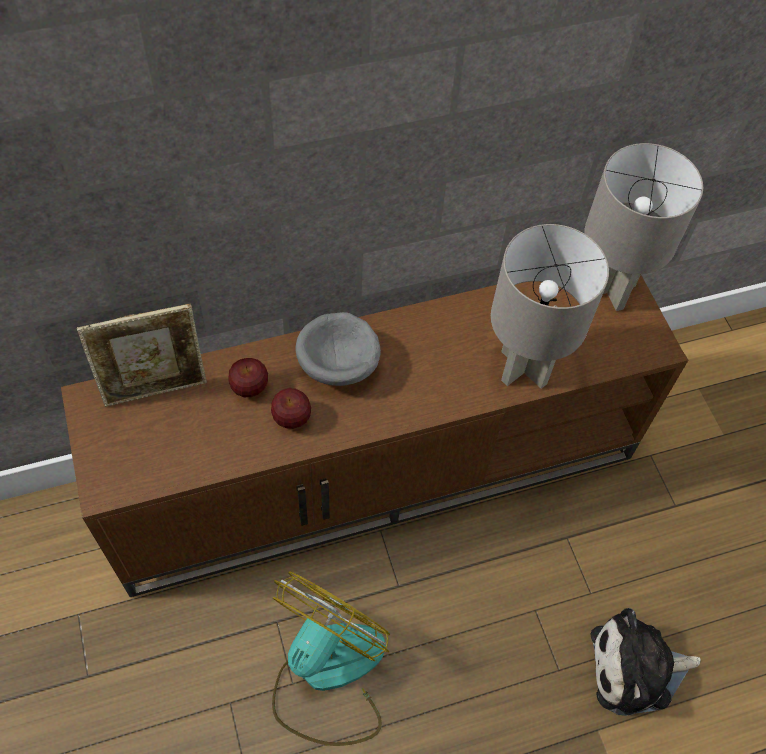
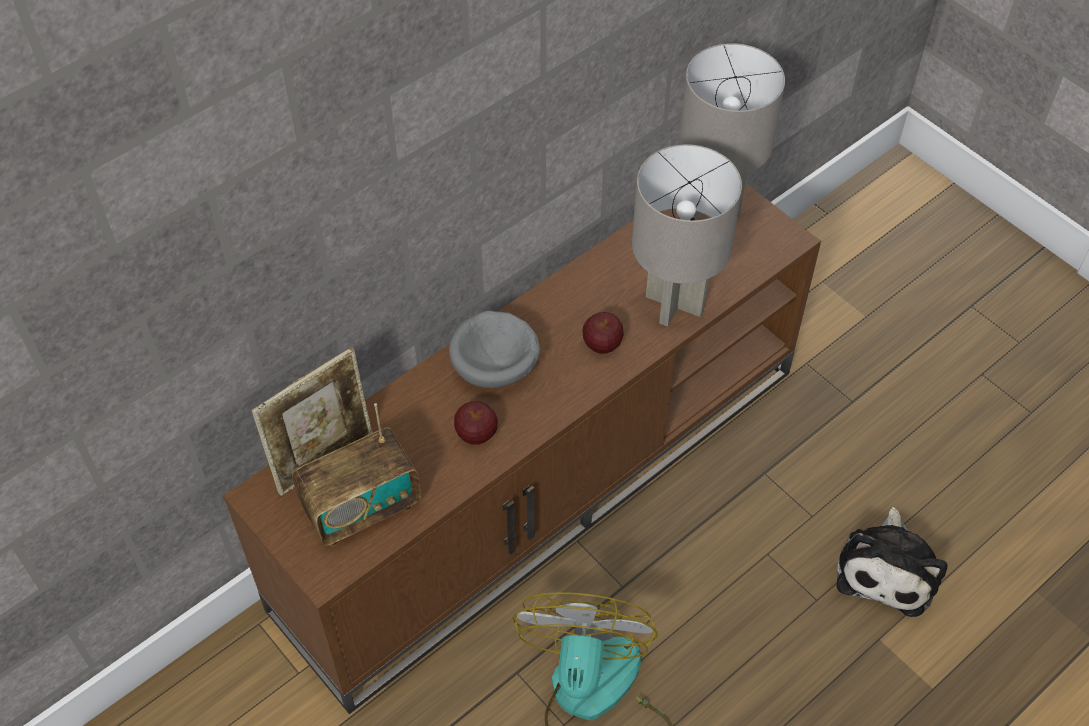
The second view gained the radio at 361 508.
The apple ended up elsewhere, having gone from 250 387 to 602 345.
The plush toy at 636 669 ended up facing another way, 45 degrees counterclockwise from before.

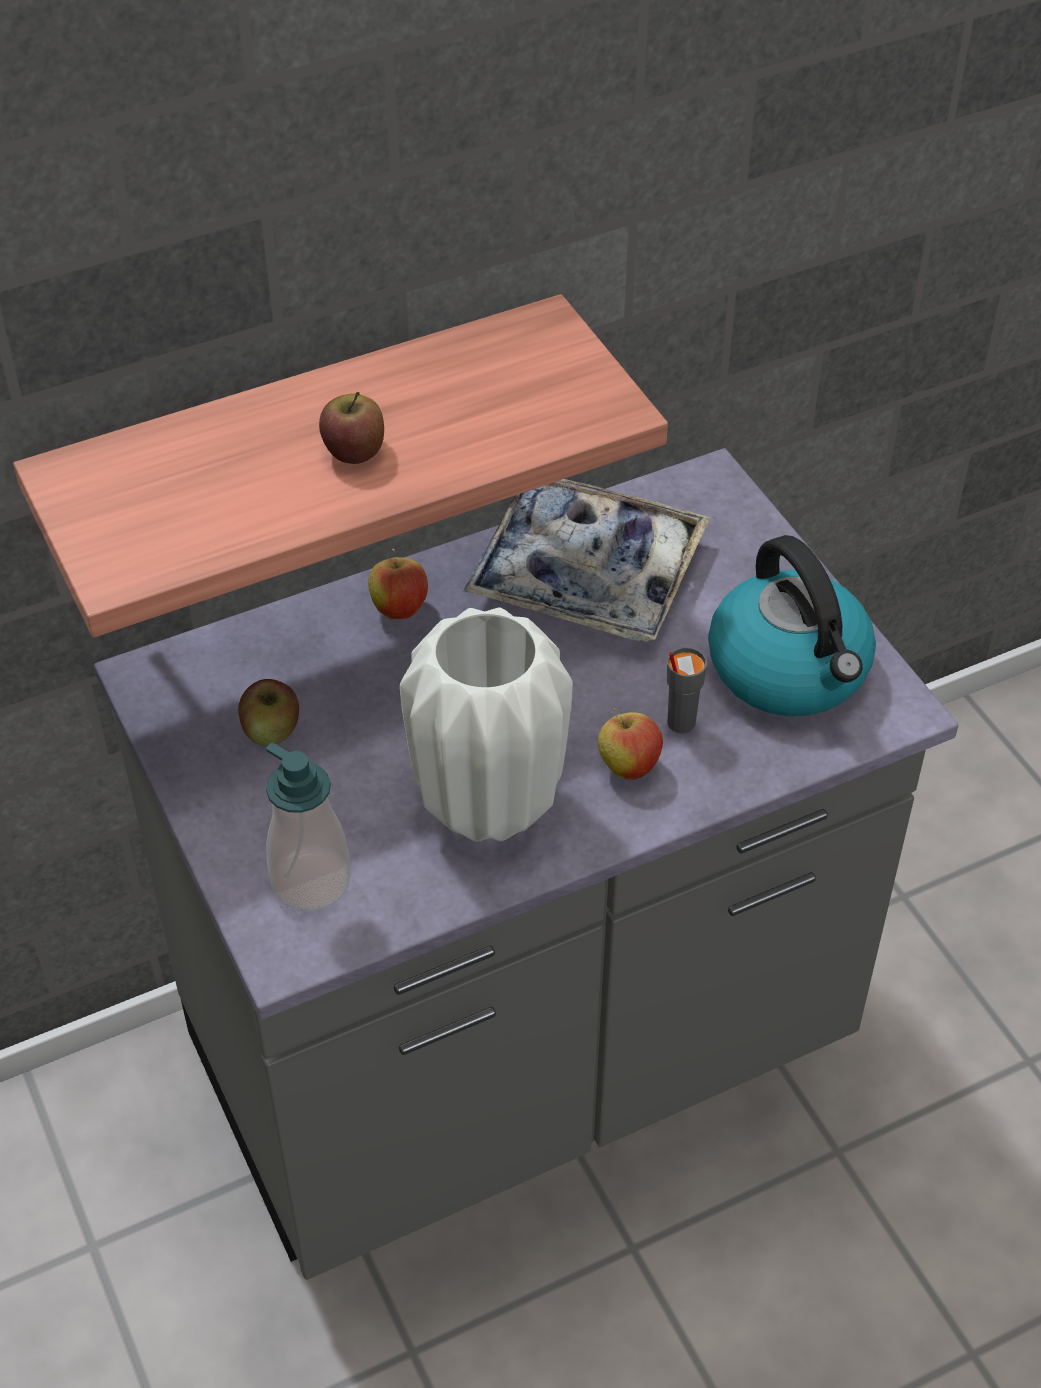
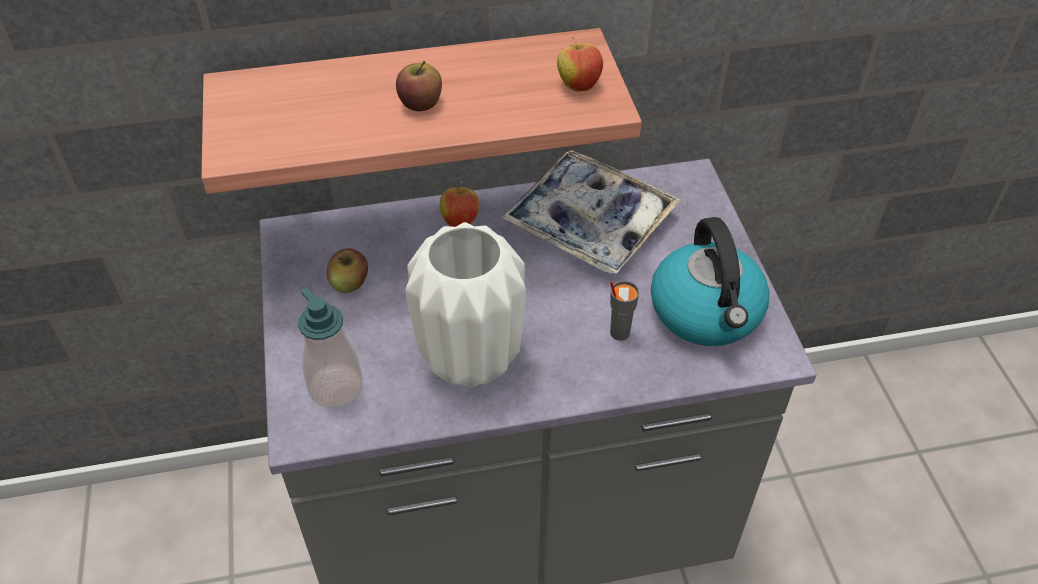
The apple ended up elsewhere, having gone from 628 766 to 578 85.

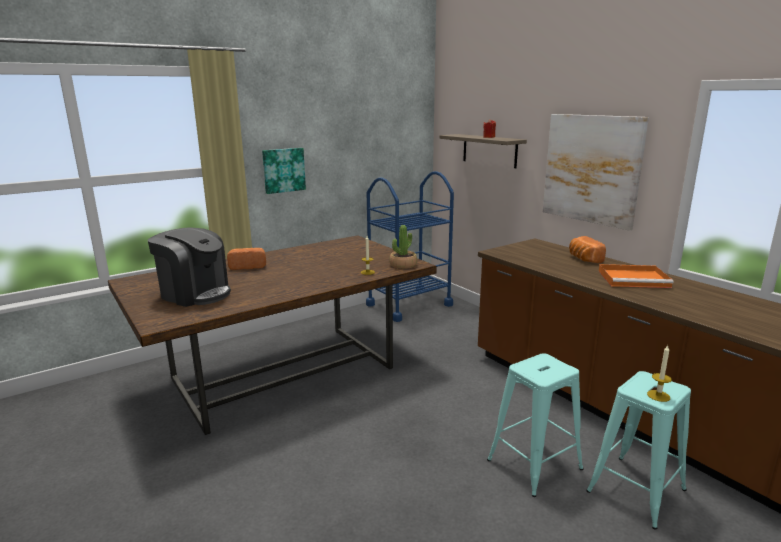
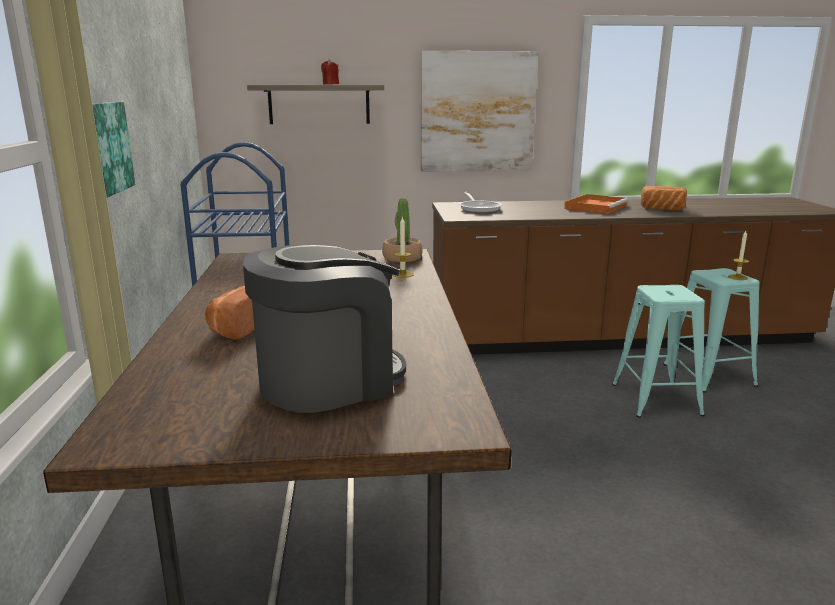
The second view gained the frying pan at 479 208.
The bread ended up elsewhere, having gone from 583 259 to 662 210.

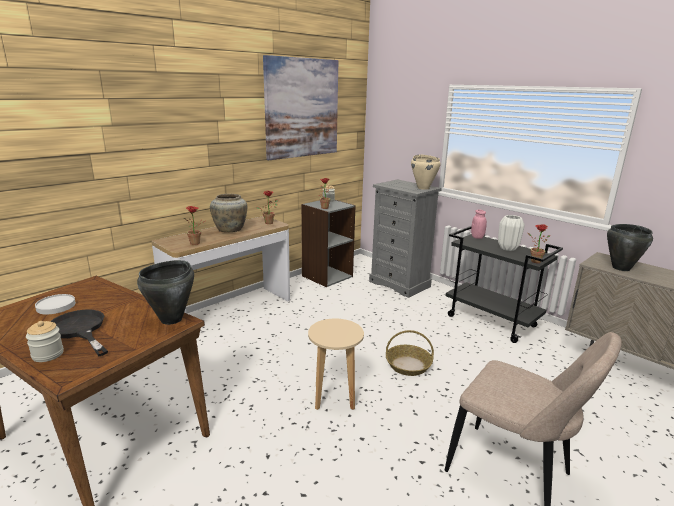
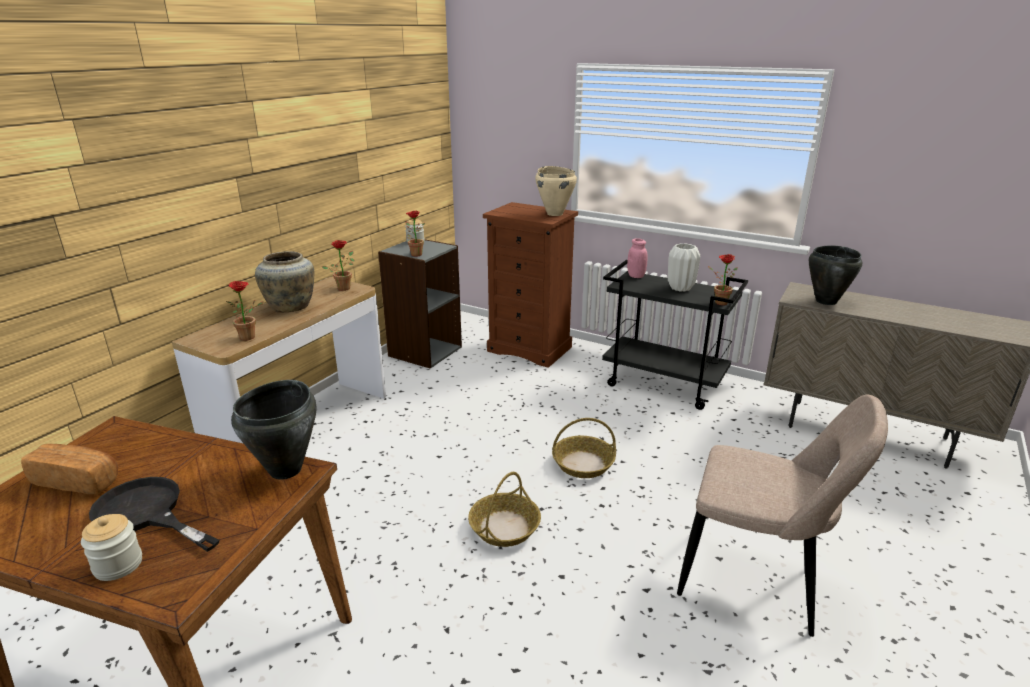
The second view lost the picture at 302 108.
Where the white plate stood at 56 306, the bread came to stand at 78 481.
Where the beige stool stood at 334 397, the basket came to stand at 504 528.
What was the grey dresser at 400 284 turned into the brown dresser at 530 349.

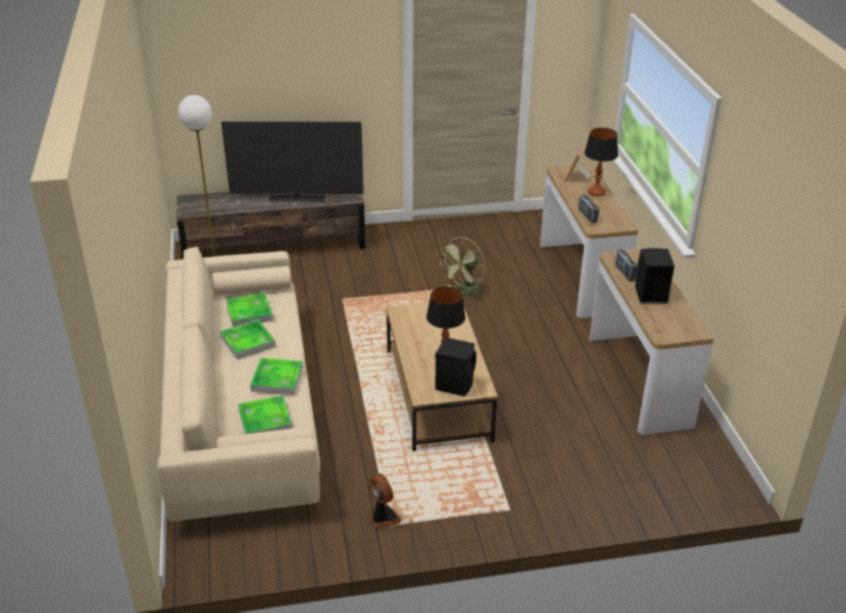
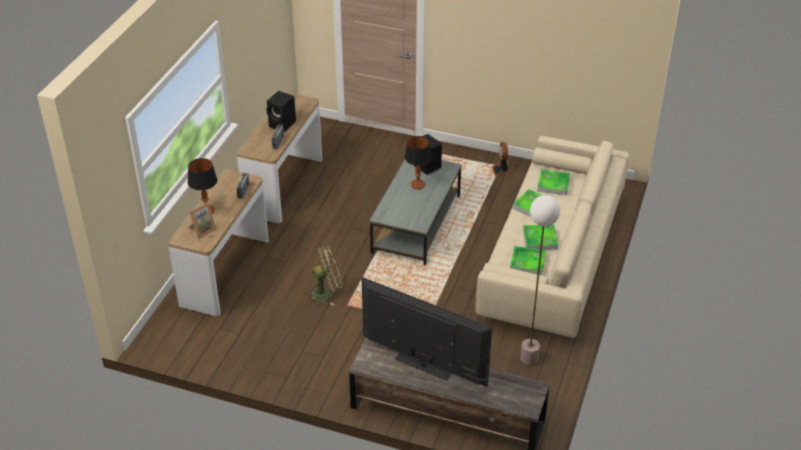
What was the brown coffee table at 437 394 turned into the grey coffee table at 416 224.

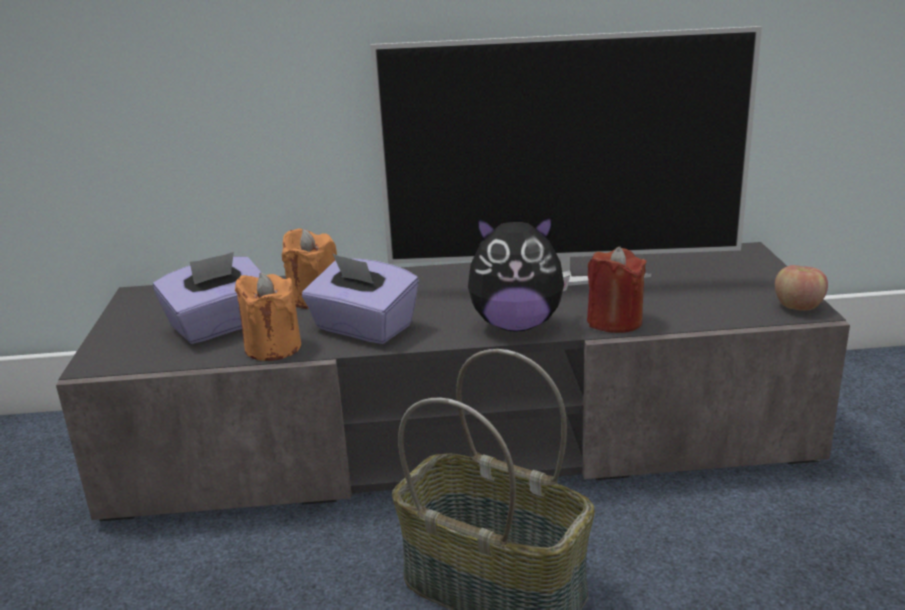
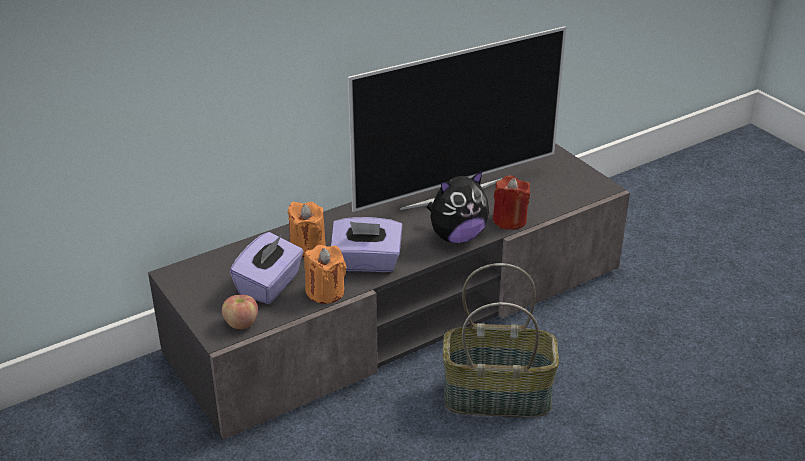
The apple ended up elsewhere, having gone from 798 307 to 241 323.

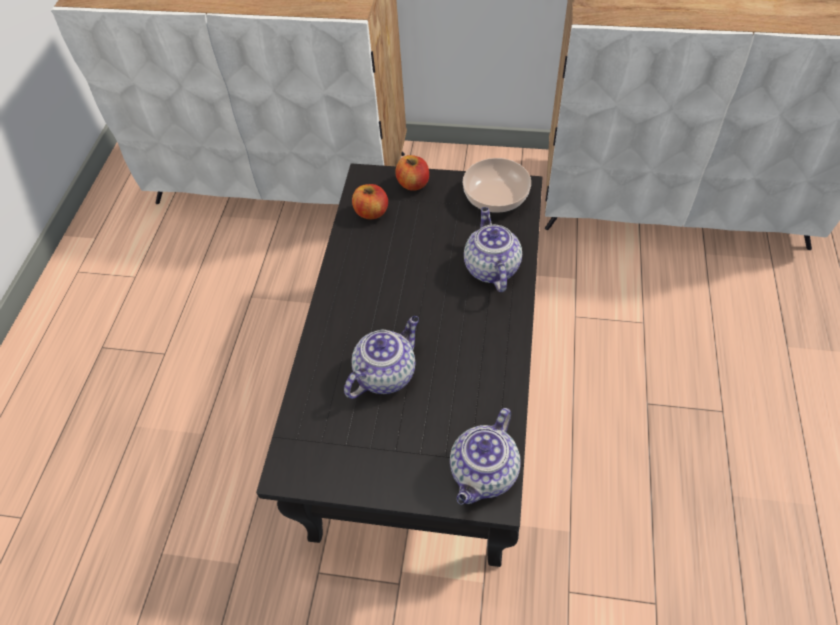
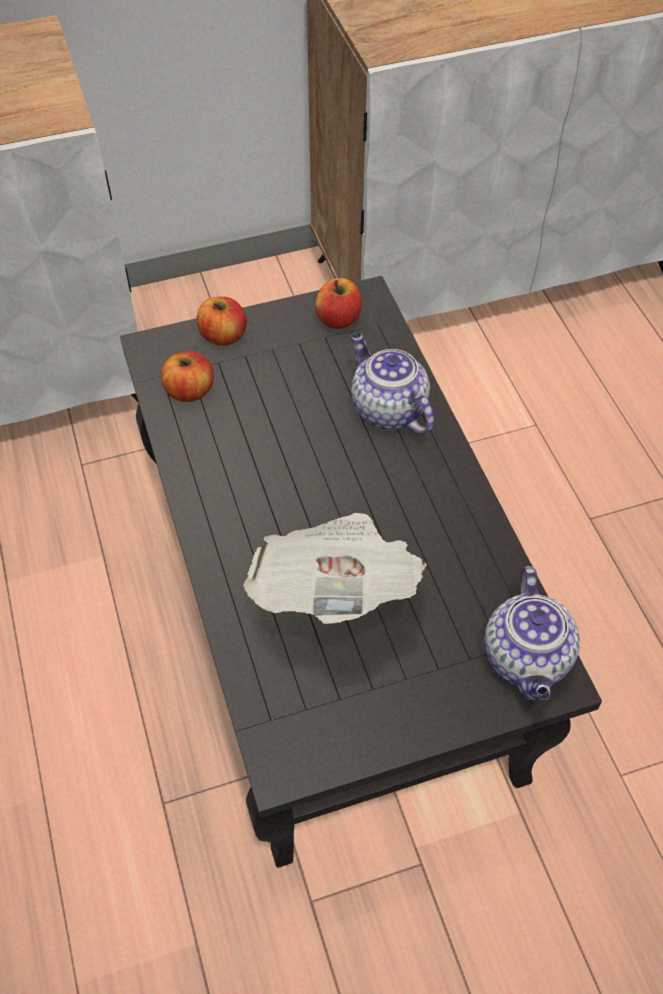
Where the teapot stood at 386 373, the newspaper came to stand at 335 588.
Where the bowl stood at 494 196, the apple came to stand at 338 319.

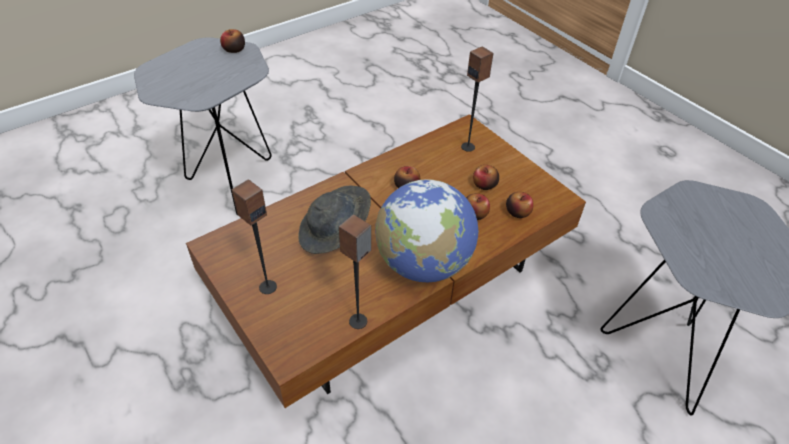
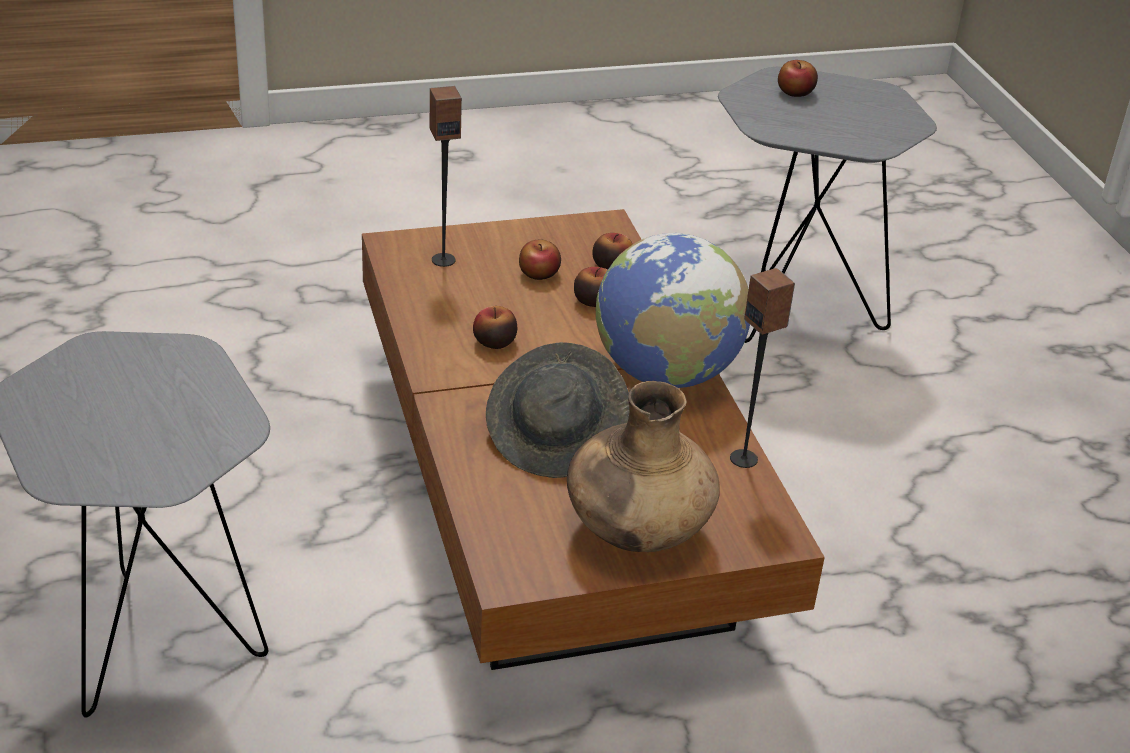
The apple ended up elsewhere, having gone from 234 49 to 795 92.
Where the speaker stood at 267 287, the brown vase came to stand at 636 531.

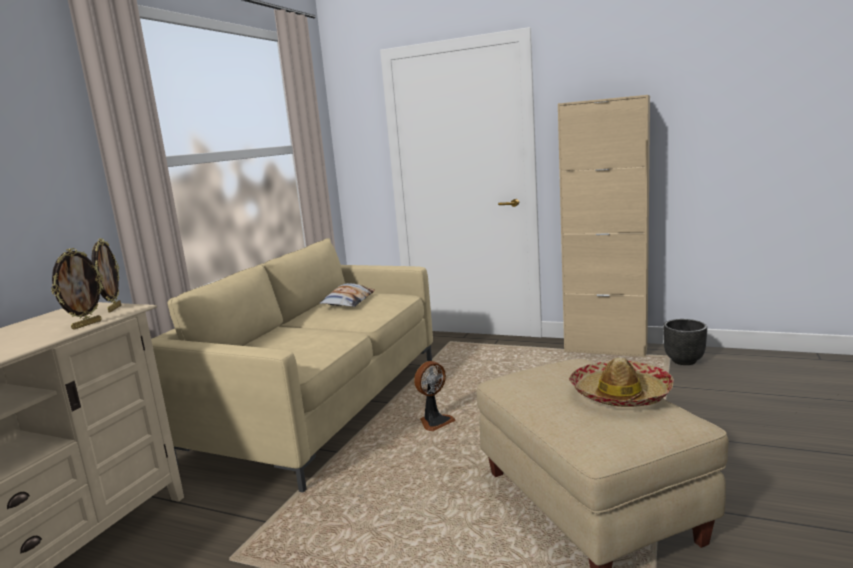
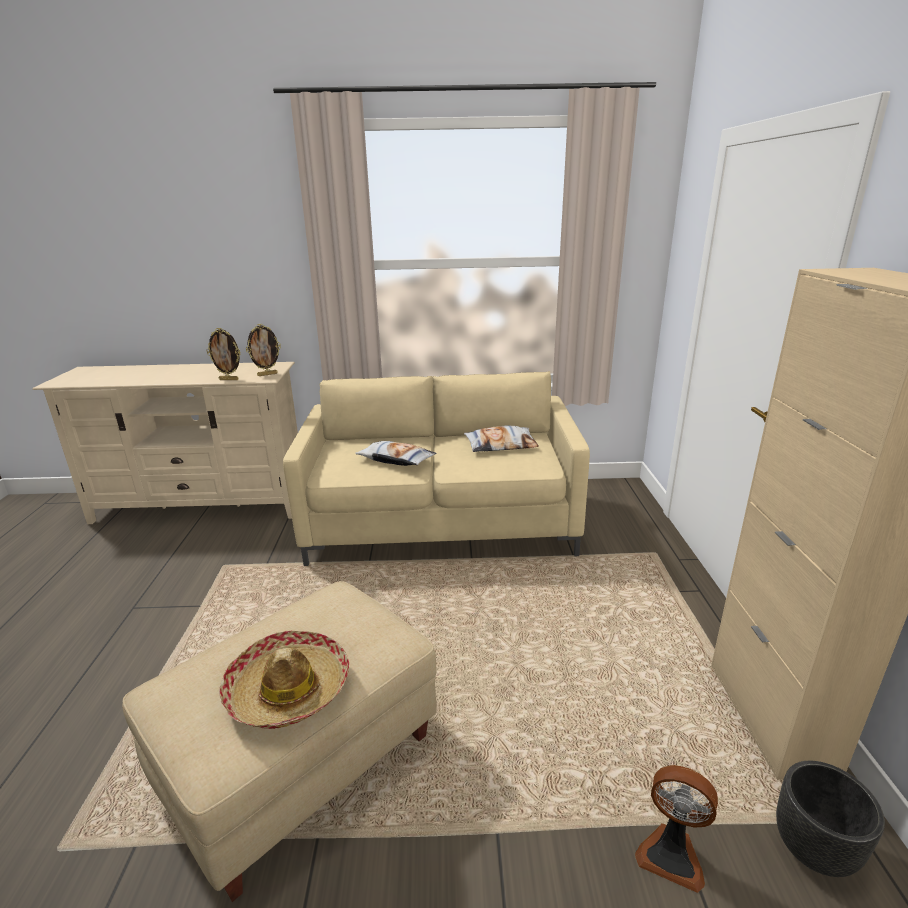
The second view gained the pillow at 396 459.
The fan ended up elsewhere, having gone from 435 422 to 671 853.

